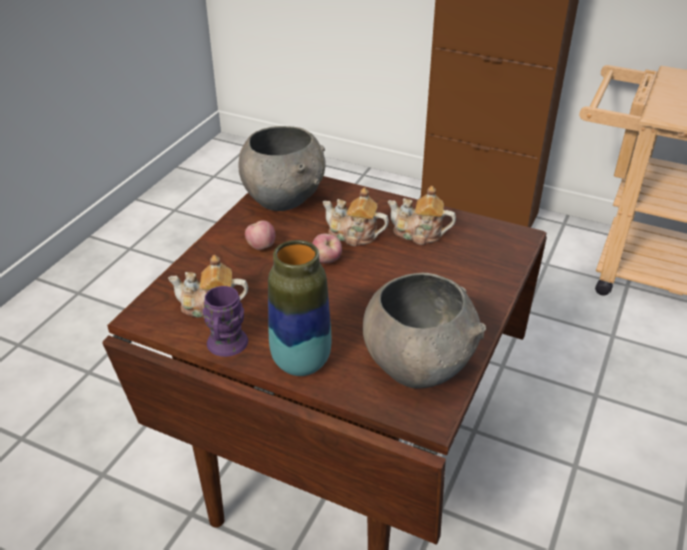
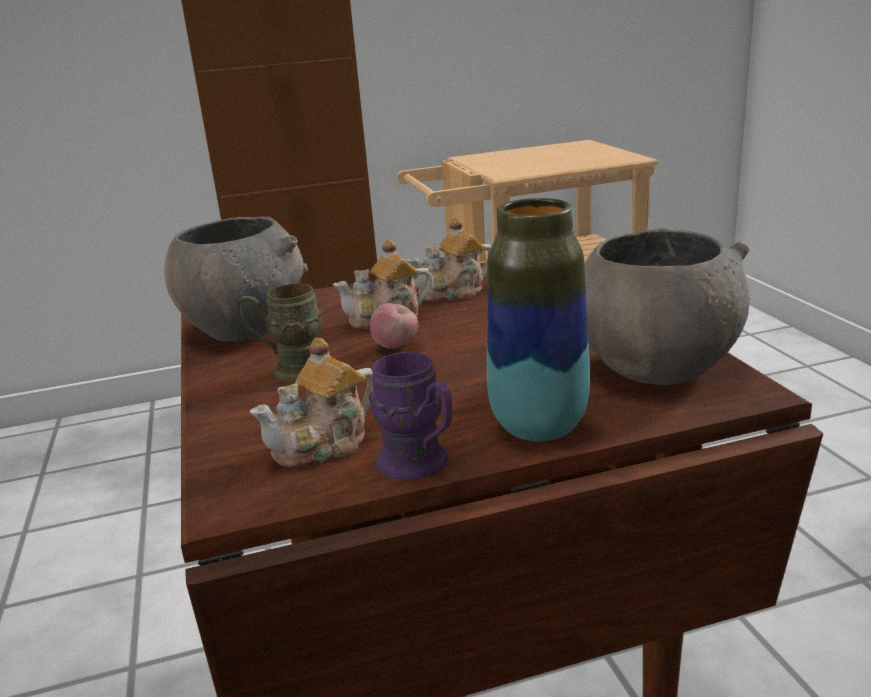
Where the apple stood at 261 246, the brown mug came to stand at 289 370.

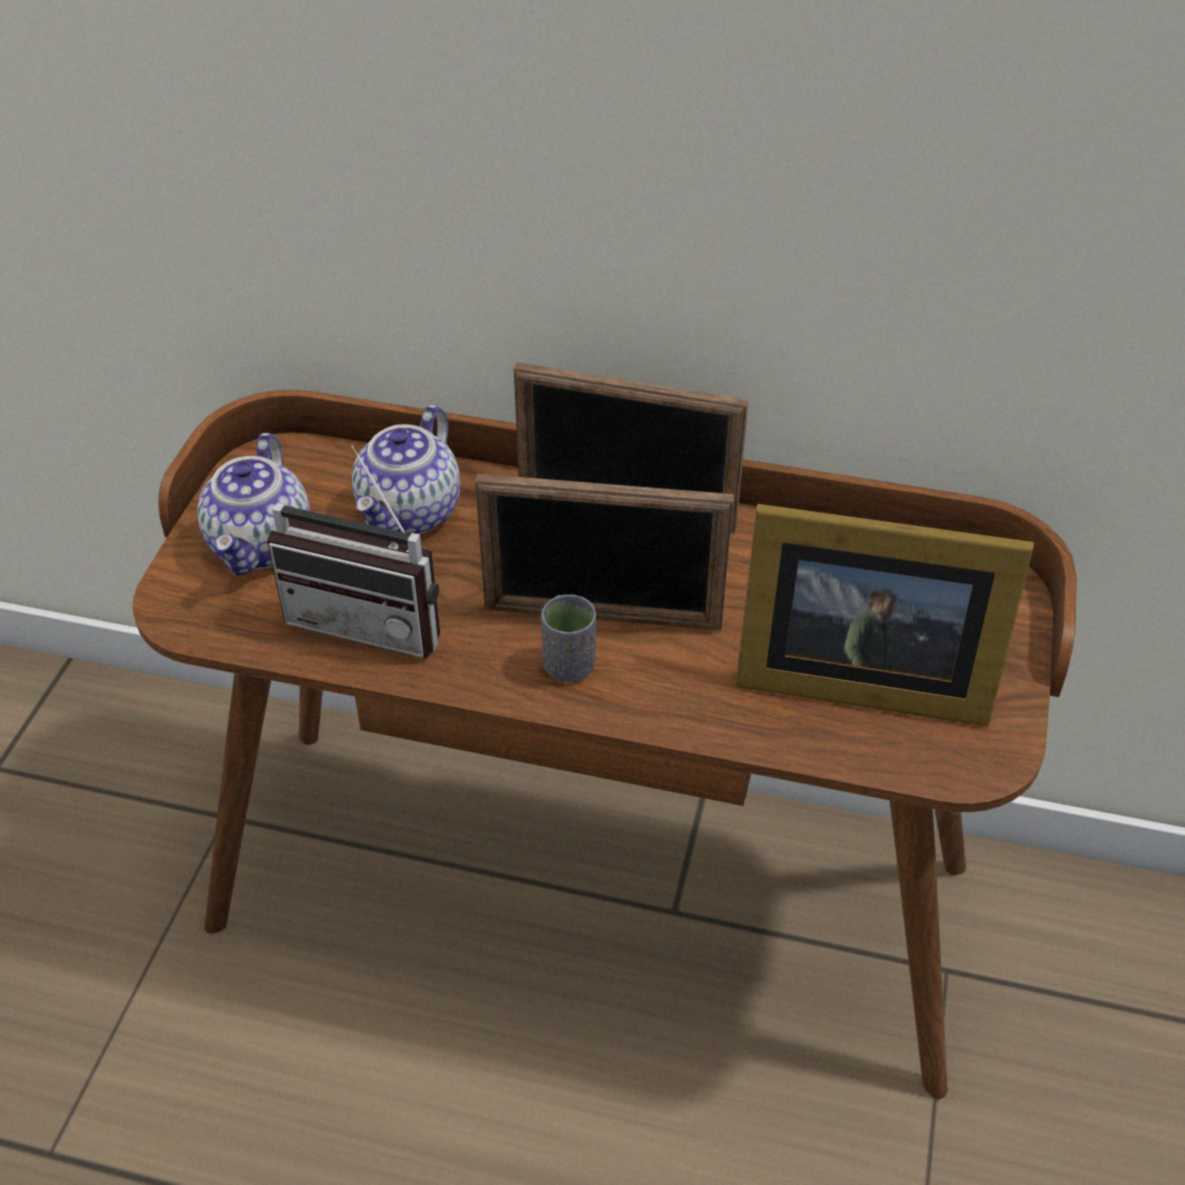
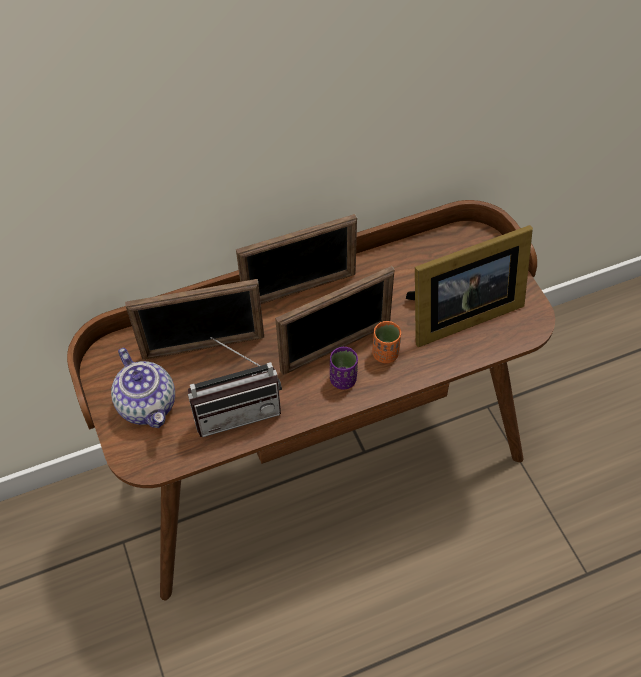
The second view gained the orange cup at 385 354.
Where the teapot stood at 411 513, the picture frame came to stand at 203 347.
What was the grey cup at 569 666 turned into the purple cup at 343 379.

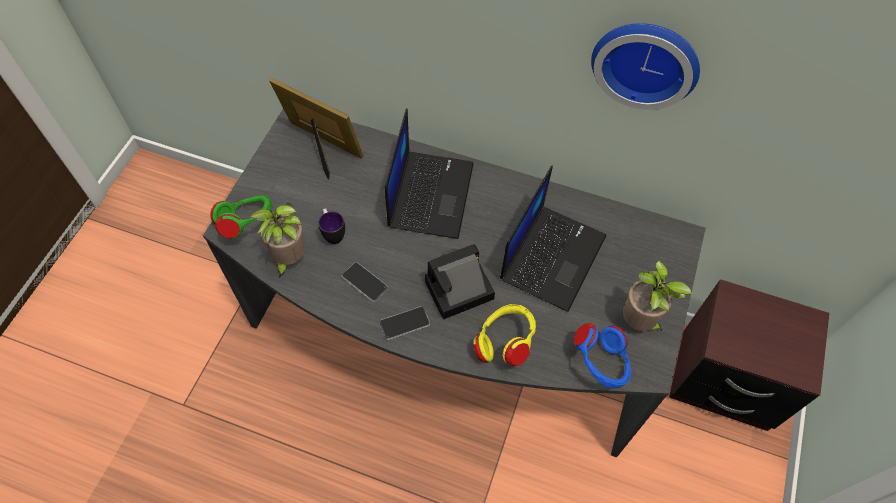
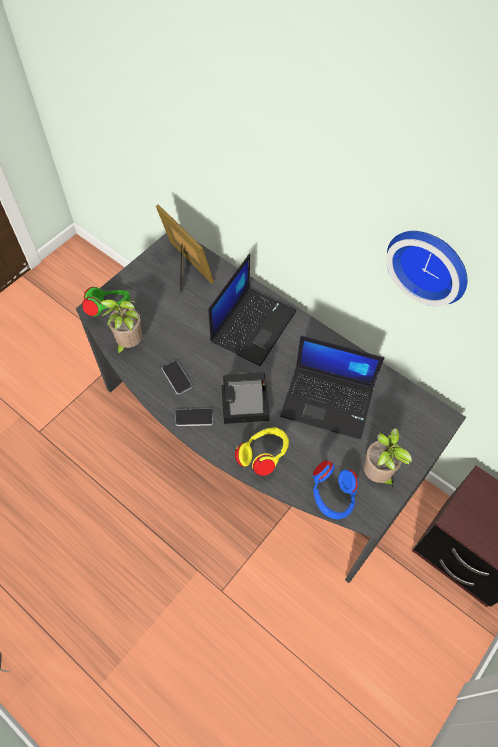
The second view lost the mug at 332 233.
The laptop at 552 256 ended up facing another way, 60 degrees clockwise from before.

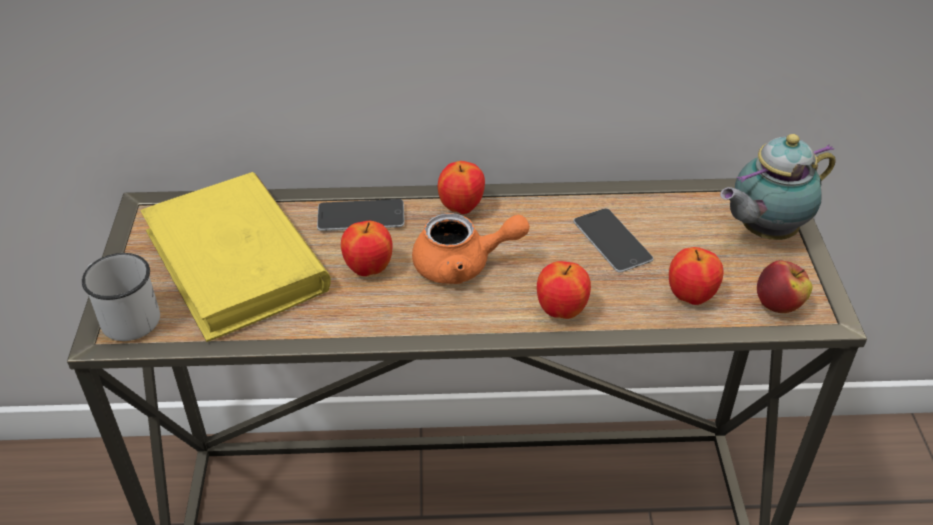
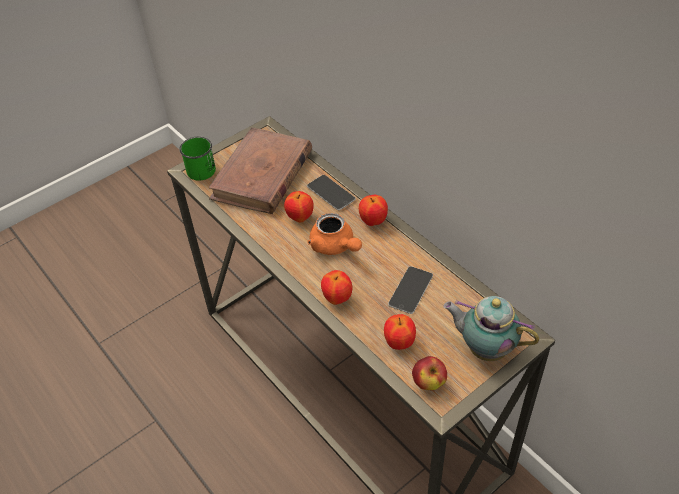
What was the white mug at 124 316 turned into the green mug at 202 167.
What was the yellow book at 236 261 turned into the brown book at 262 175.

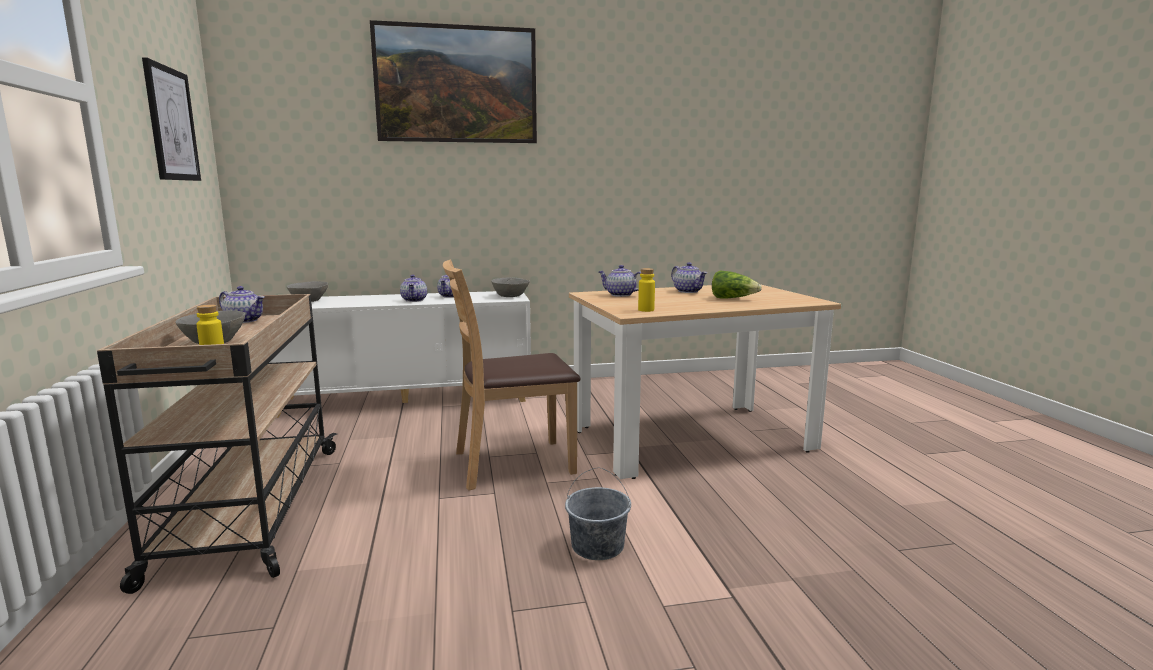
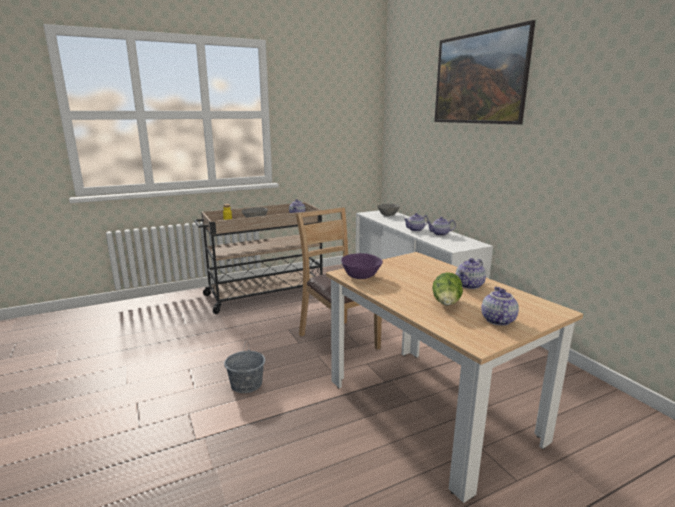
The second view lost the picture at 171 124.
The second view lost the grey bowl at 510 296.
The teapot ended up elsewhere, having gone from 620 295 to 497 320.
Where the yellow bottle stood at 646 310, the purple bowl came to stand at 360 276.

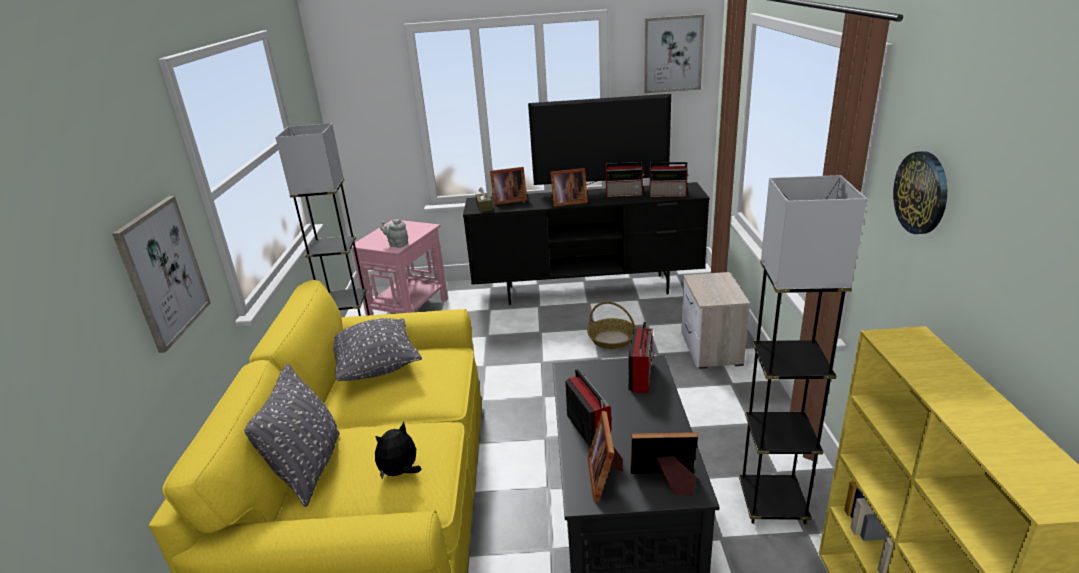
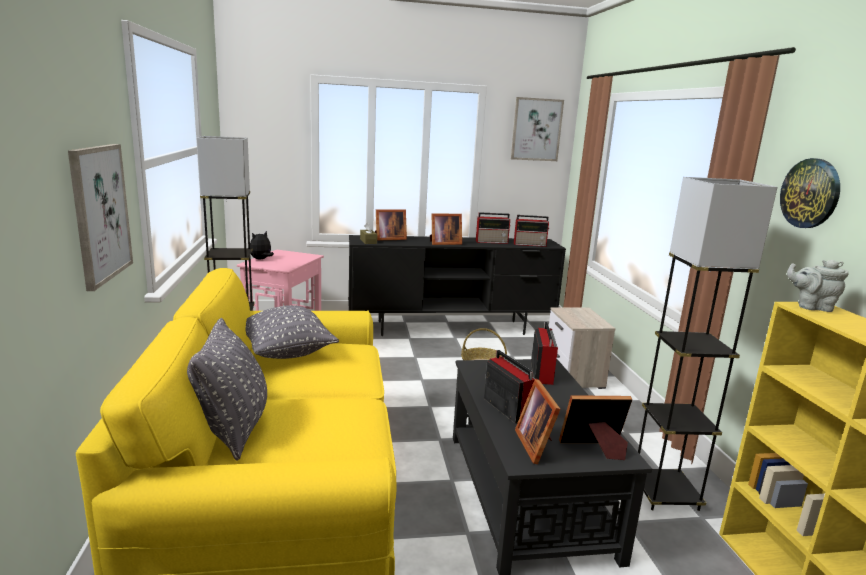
The second view lost the television at 601 190.
The plush toy ended up elsewhere, having gone from 400 472 to 261 259.
The grey teapot ended up elsewhere, having gone from 397 244 to 811 307.

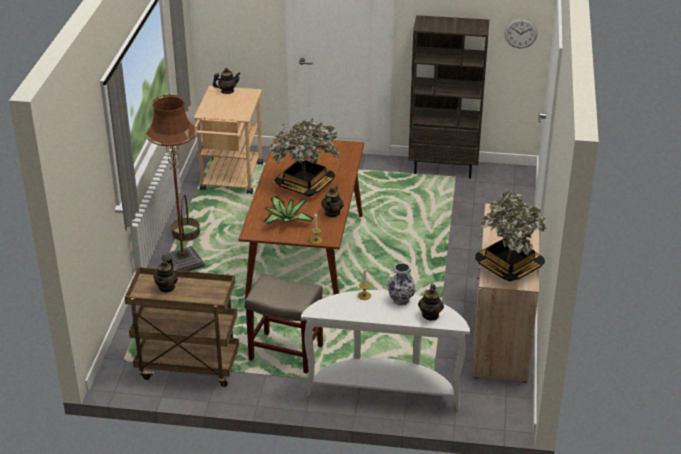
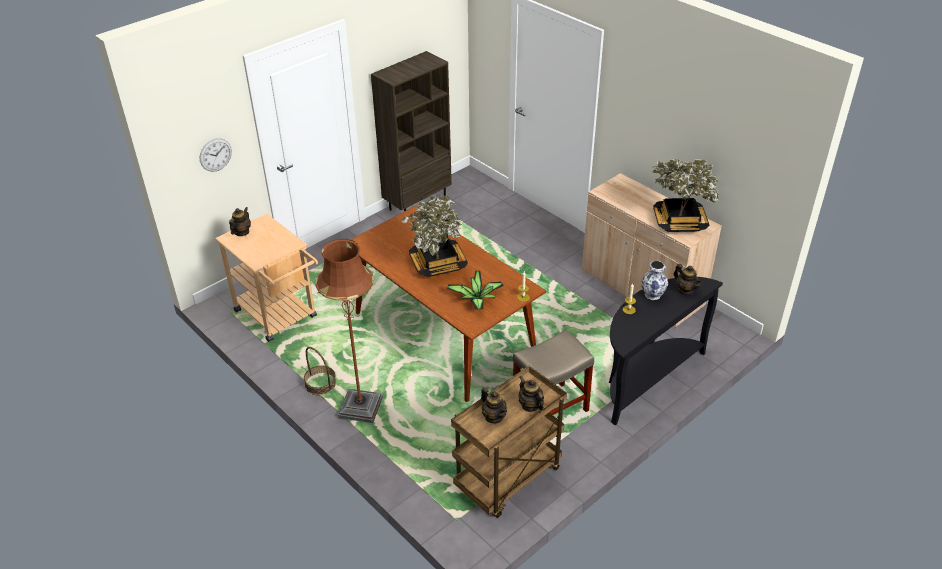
The teapot ended up elsewhere, having gone from 332 213 to 530 405.
The wall clock ended up elsewhere, having gone from 520 33 to 215 155.
What was the white console table at 384 388 turned into the black console table at 646 378.

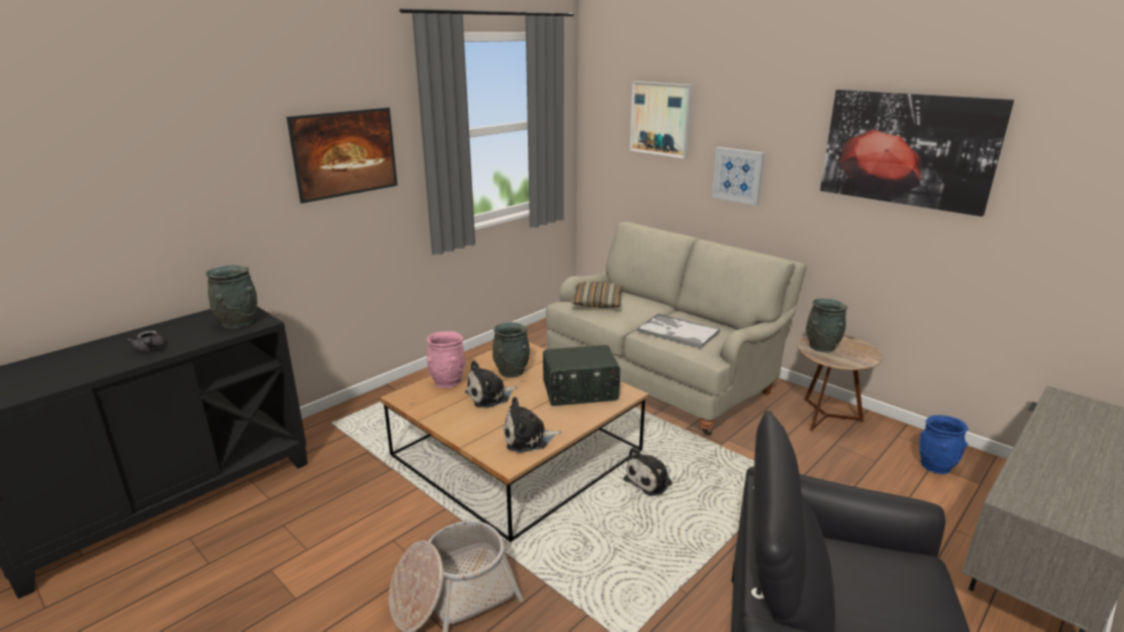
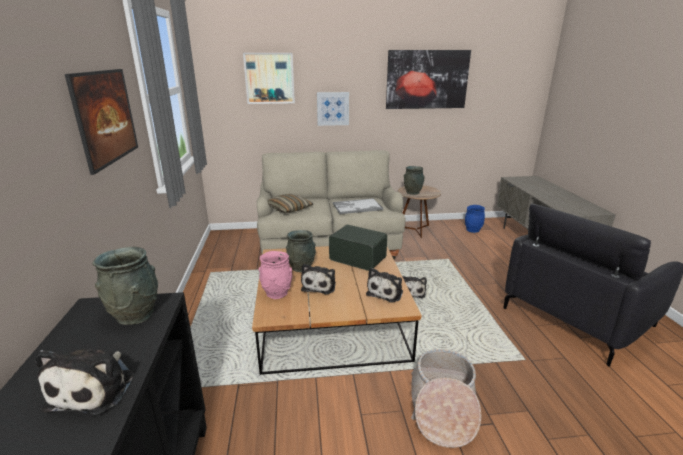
Where the grey teapot stood at 150 349, the plush toy came to stand at 95 388.
The radio at 580 392 ended up facing another way, 90 degrees counterclockwise from before.

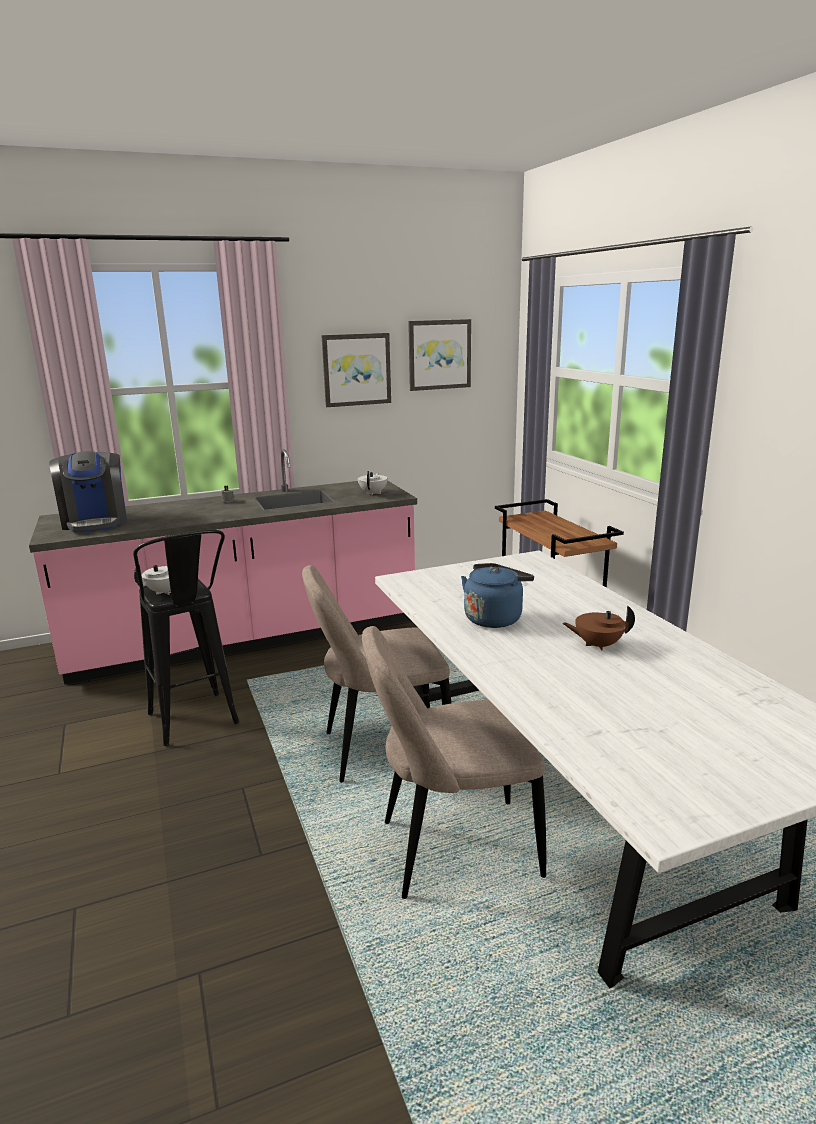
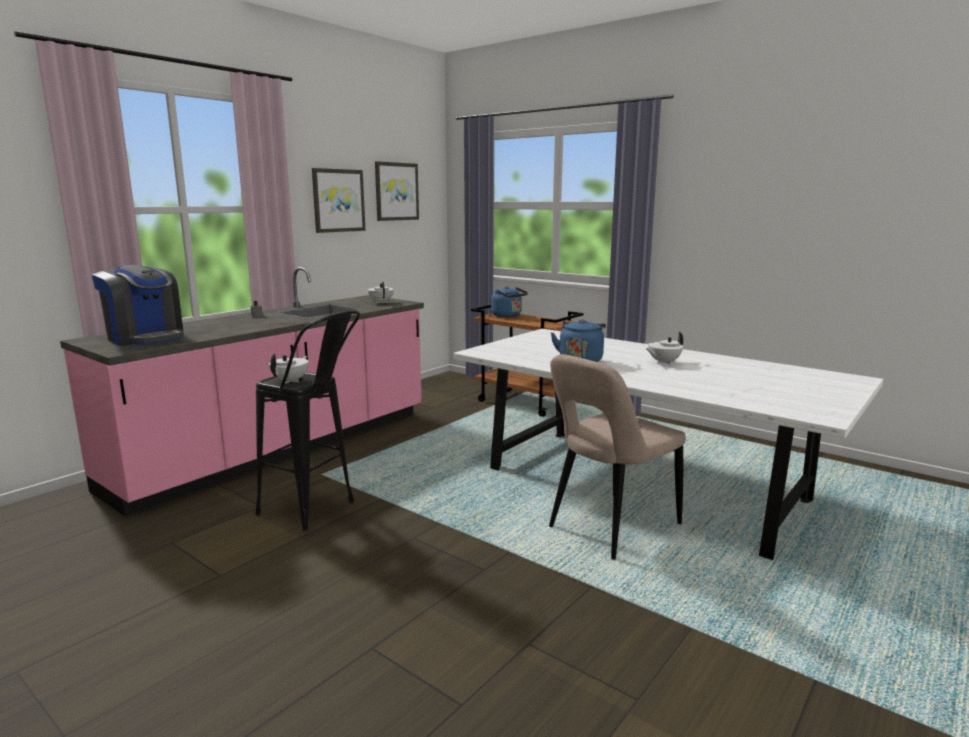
The second view lost the beige chair at 381 749.
The second view gained the blue kettle at 508 316.
What was the brown teapot at 597 645 turned into the white teapot at 663 362.

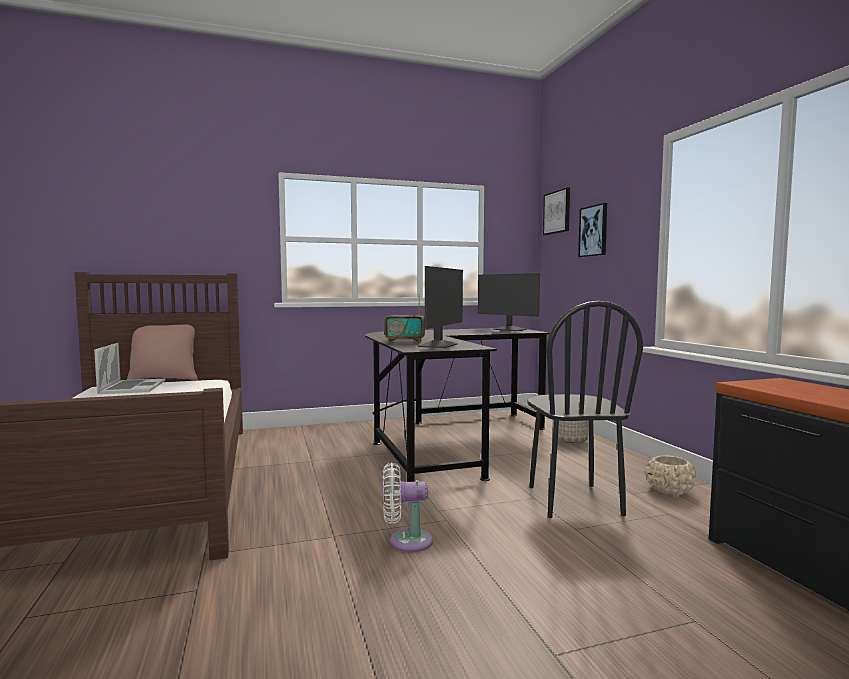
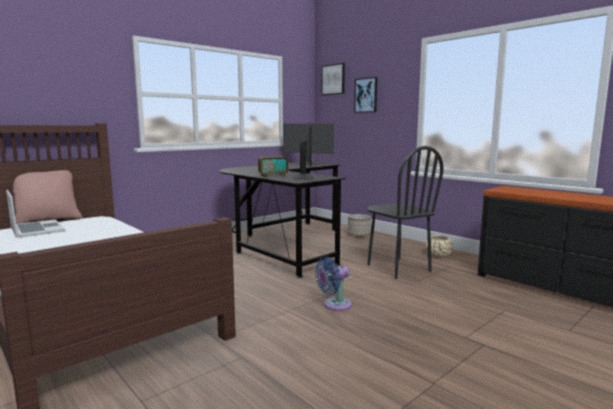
What was the white fan at 405 541 turned into the blue fan at 334 305.

